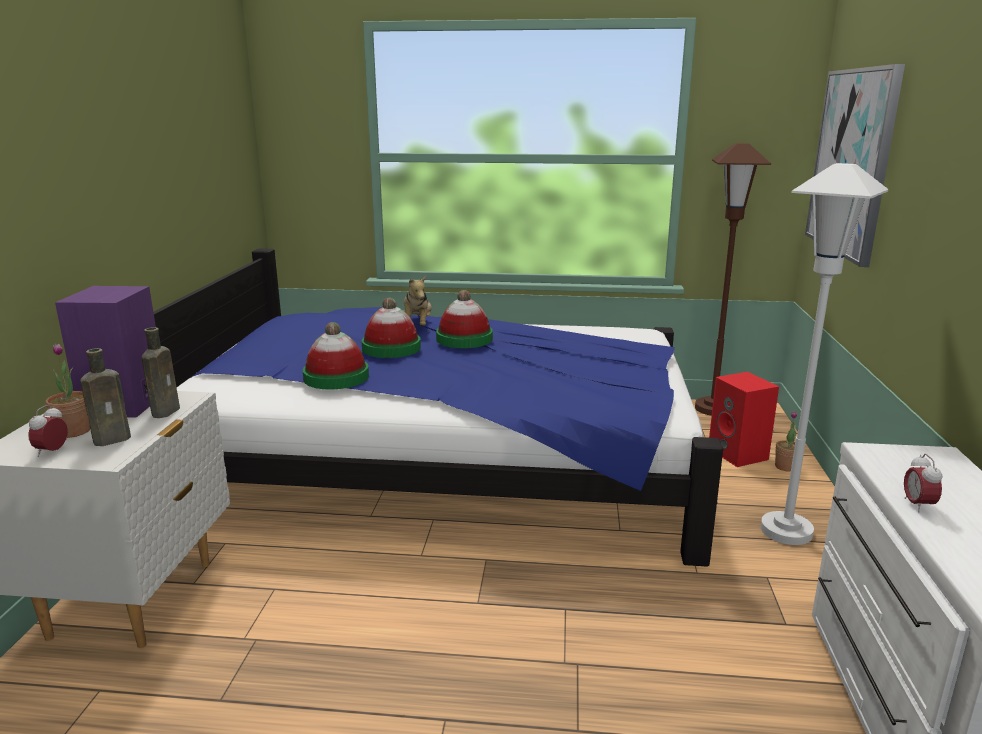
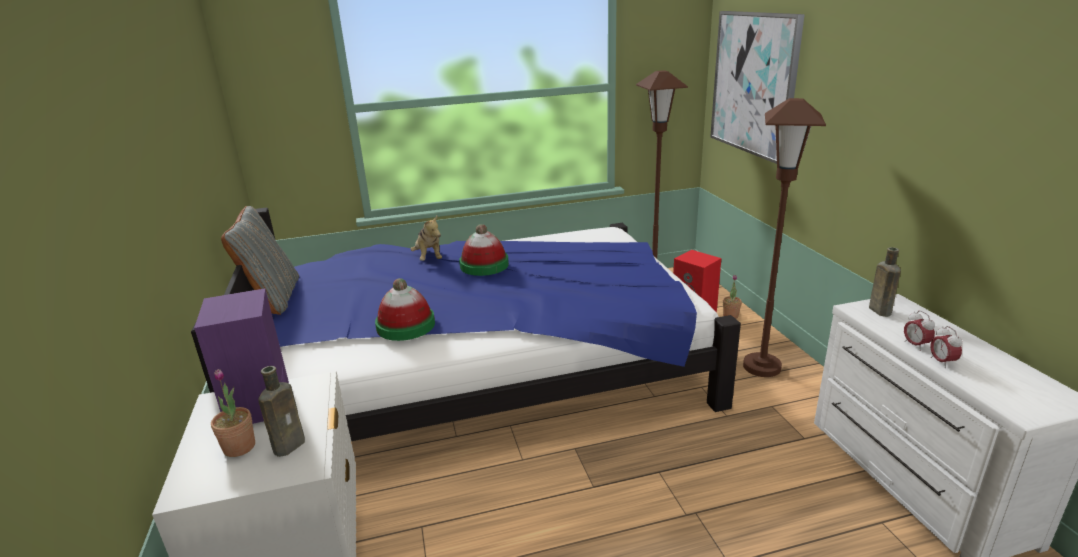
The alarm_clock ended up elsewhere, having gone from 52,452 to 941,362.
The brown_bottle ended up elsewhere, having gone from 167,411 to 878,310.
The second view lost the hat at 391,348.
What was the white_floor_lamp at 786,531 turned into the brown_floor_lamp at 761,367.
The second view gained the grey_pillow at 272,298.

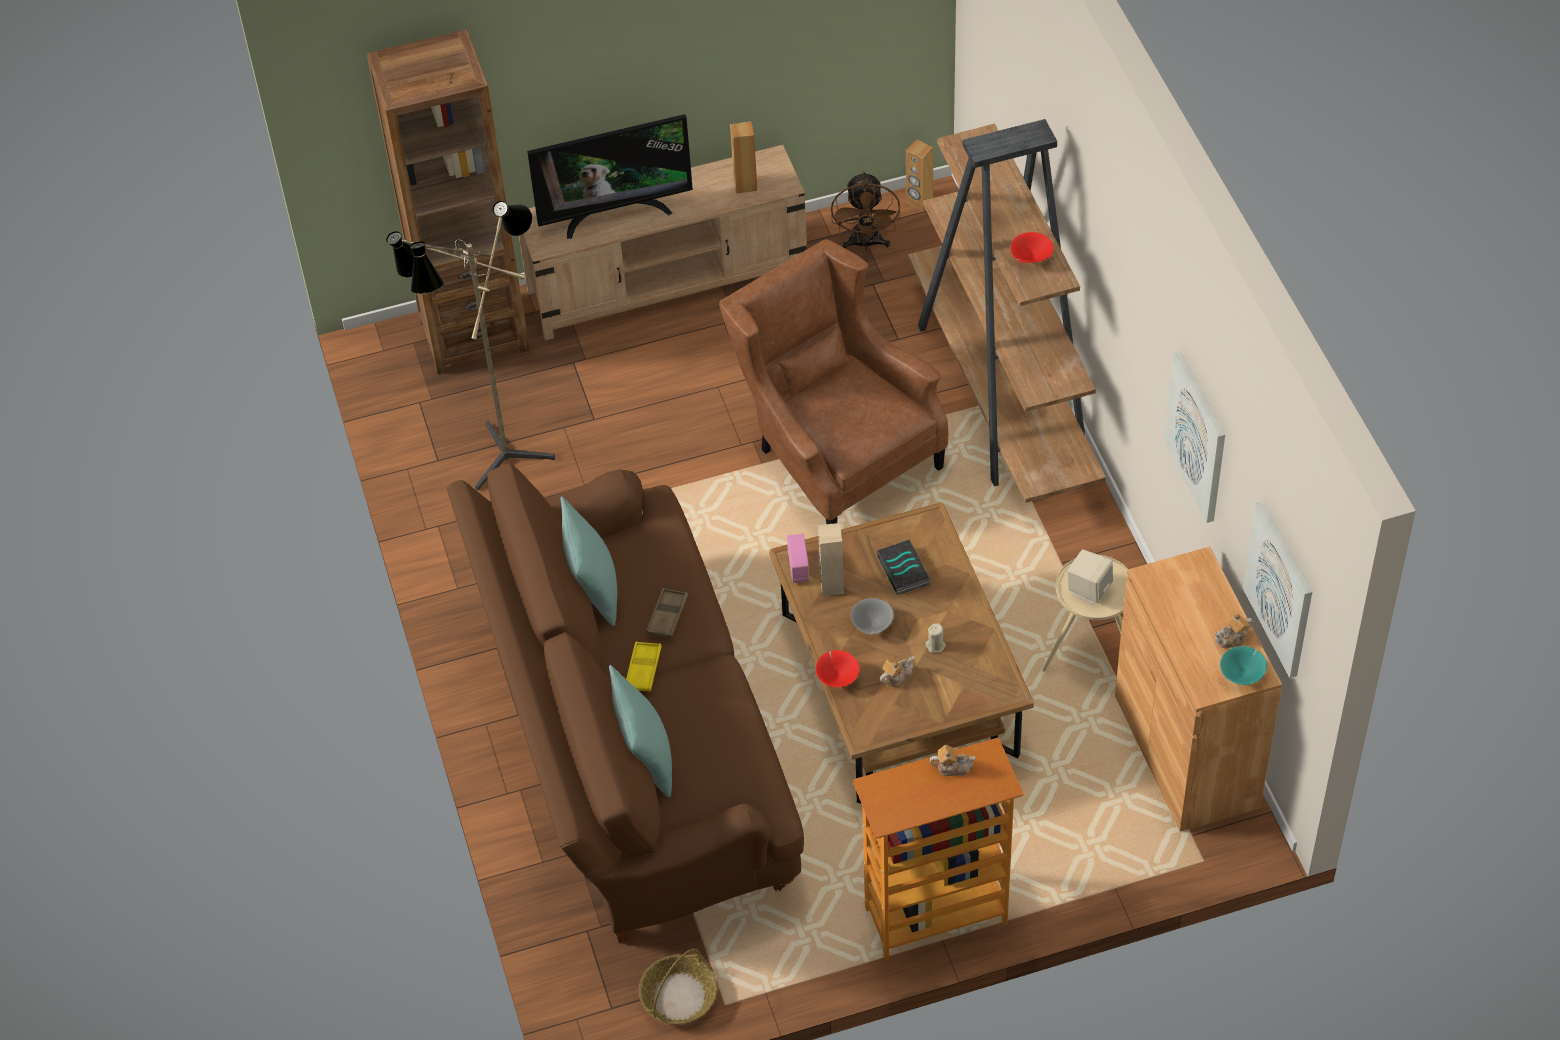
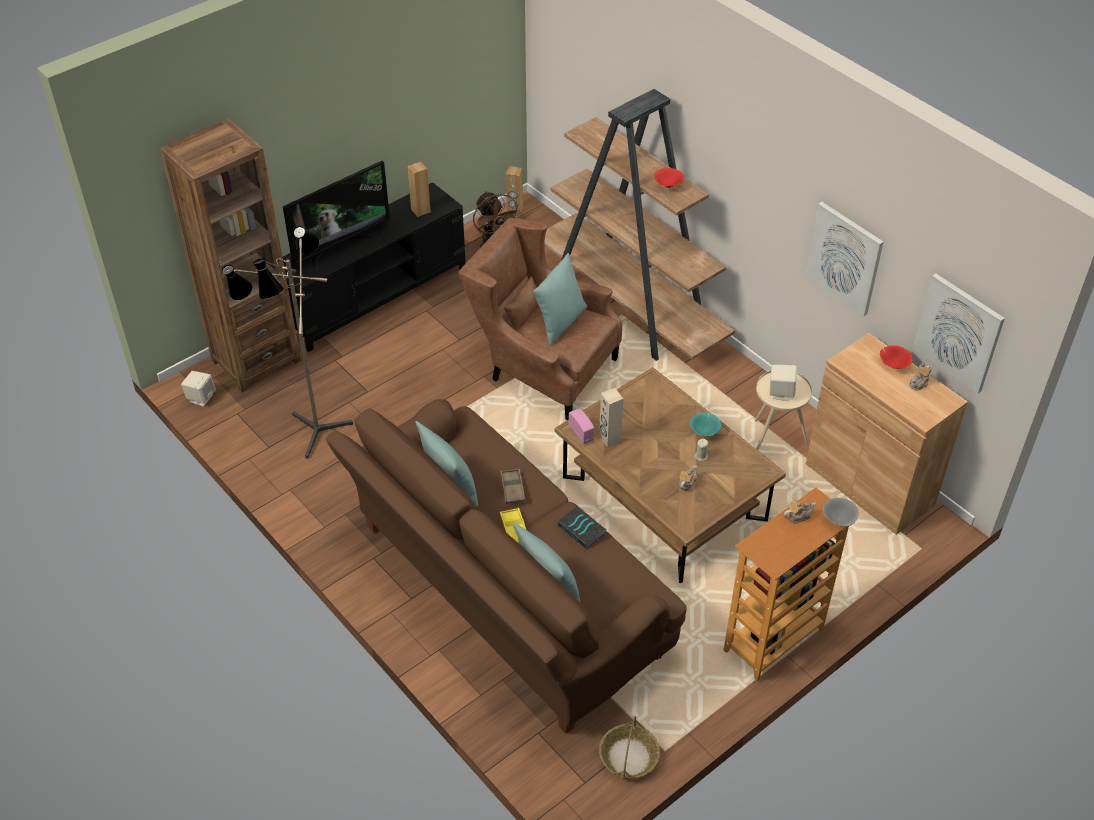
What was the beige_tv_stand at 668,282 turned into the black_tv_stand at 376,295.
The red_bowl ended up elsewhere, having gone from 837,677 to 893,365.
The grey_bowl ended up elsewhere, having gone from 872,626 to 839,520.
The book ended up elsewhere, having gone from 904,570 to 582,529.
The turquoise_bowl ended up elsewhere, having gone from 1242,674 to 705,431.
The second view gained the beige_speaker at 201,398.
The second view gained the turquoise_pillow at 560,323.

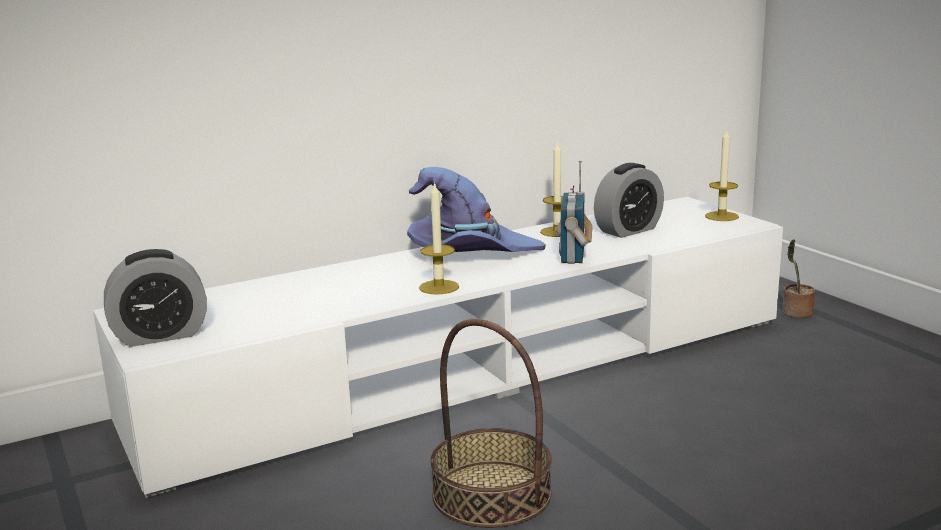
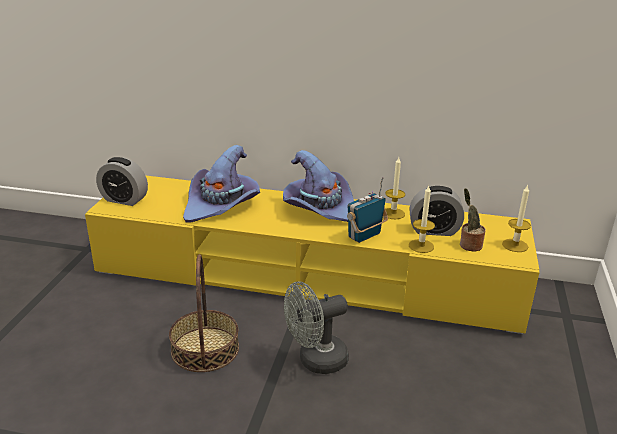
What was the white_tv_stand at 475,370 turned into the yellow_tv_stand at 308,277.
The candle ended up elsewhere, having gone from 439,287 to 421,246.
The potted_plant ended up elsewhere, having gone from 796,313 to 469,245.
The second view gained the purple_hat at 222,205.
The second view gained the grey_fan at 316,361.

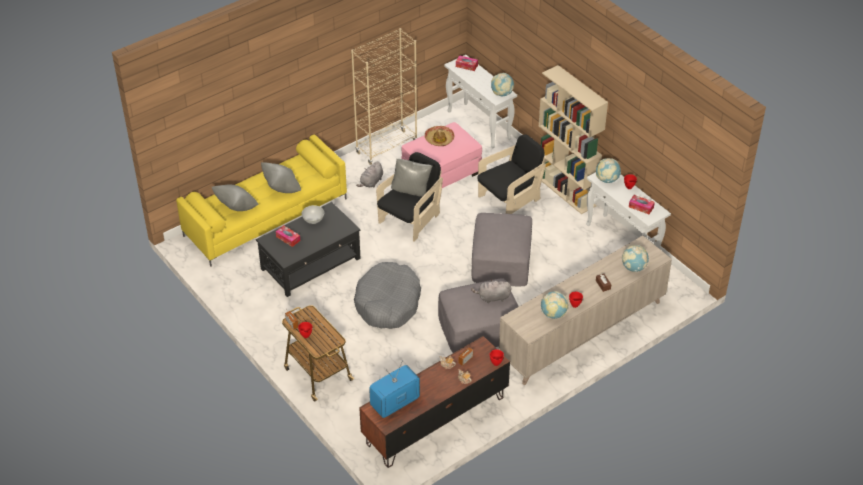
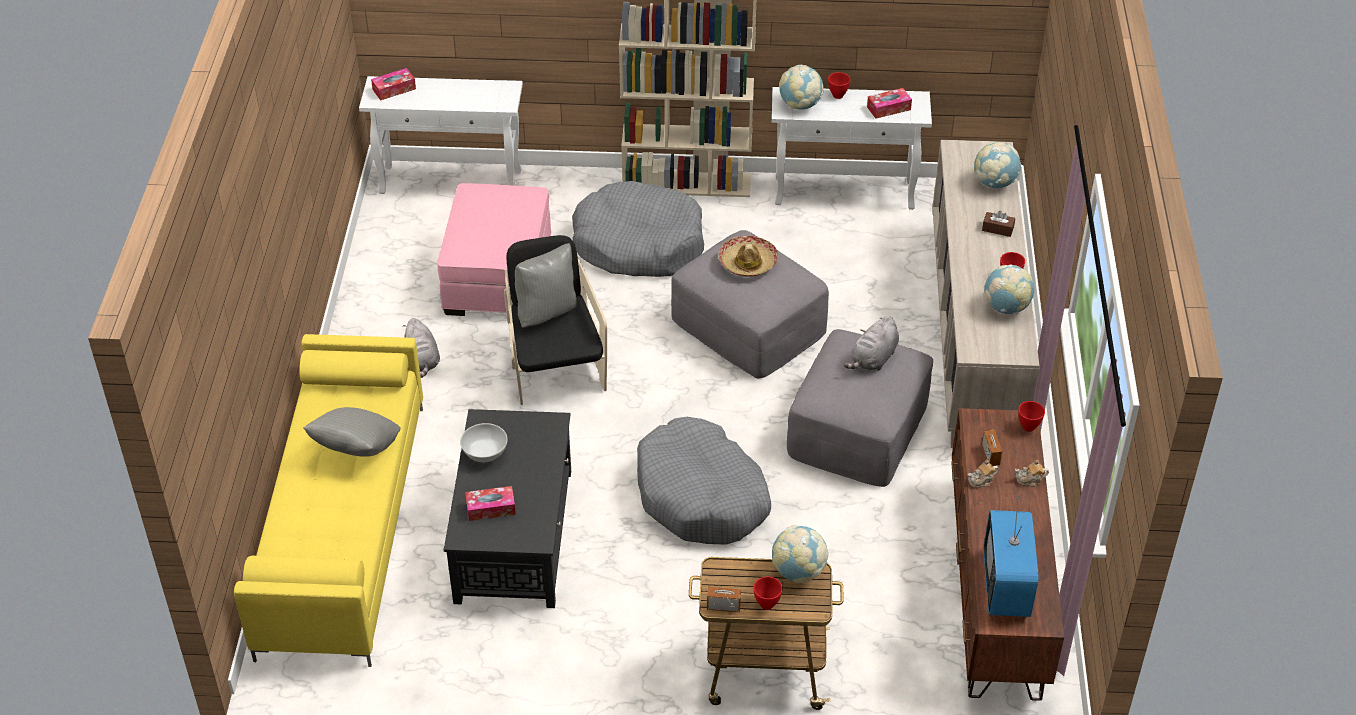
The second view lost the grey_pillow at 236,207.
The second view lost the beige_bookcase at 386,147.
The hat ended up elsewhere, having gone from 439,139 to 747,262.
Where the black_armchair stood at 509,199, the grey_dog_bed came to stand at 639,244.
The globe ended up elsewhere, having gone from 502,94 to 798,571.

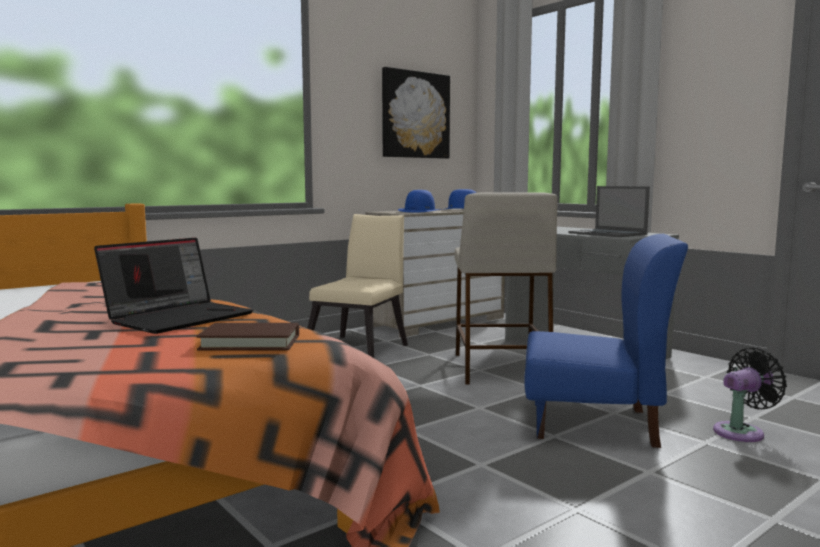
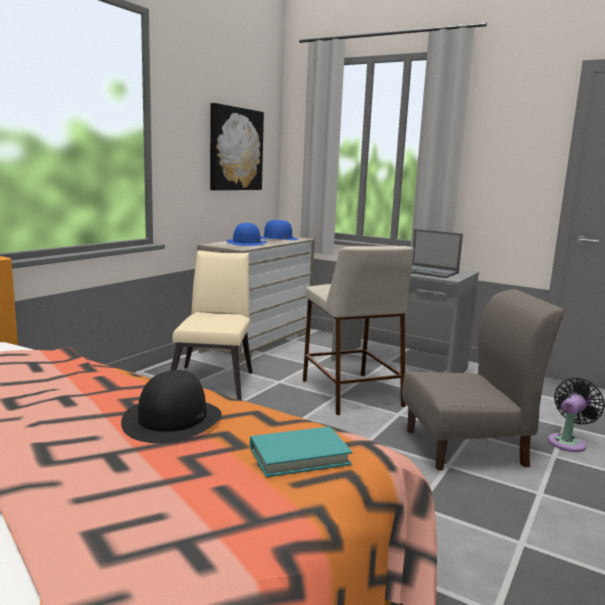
Where the laptop stood at 179,317, the black_hat came to stand at 172,419.
What was the brown_book at 250,342 turned into the turquoise_book at 299,456.
What was the blue_chair at 593,424 turned into the grey_chair at 466,448.

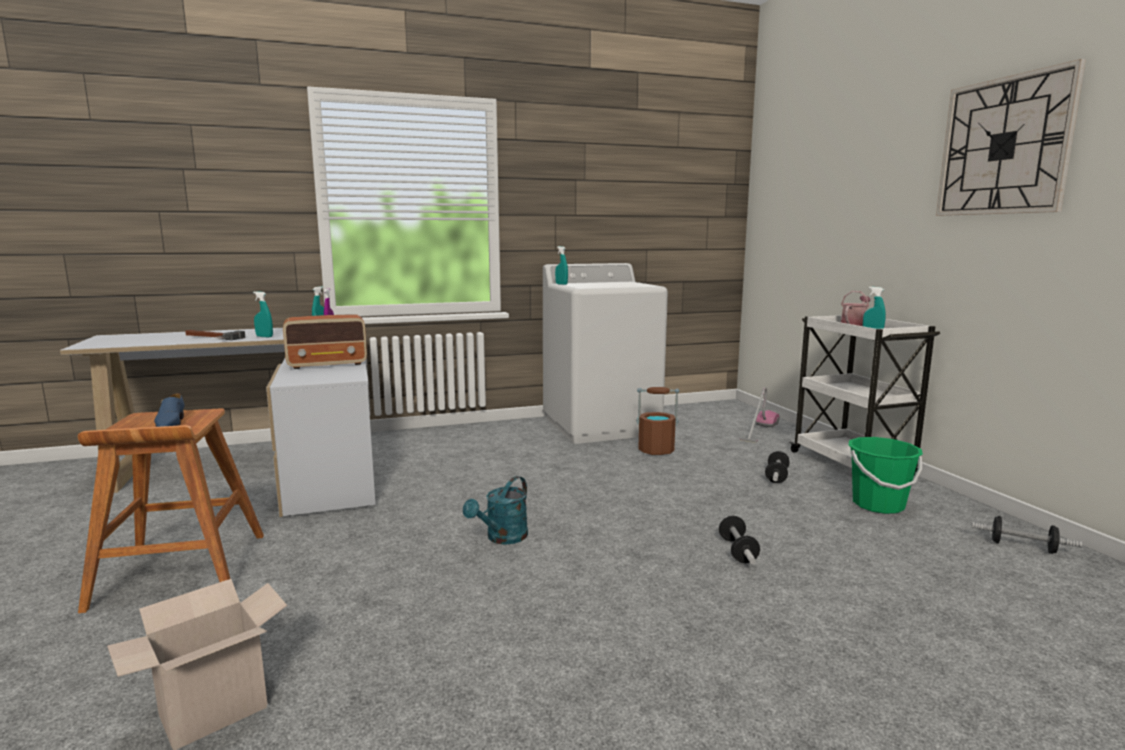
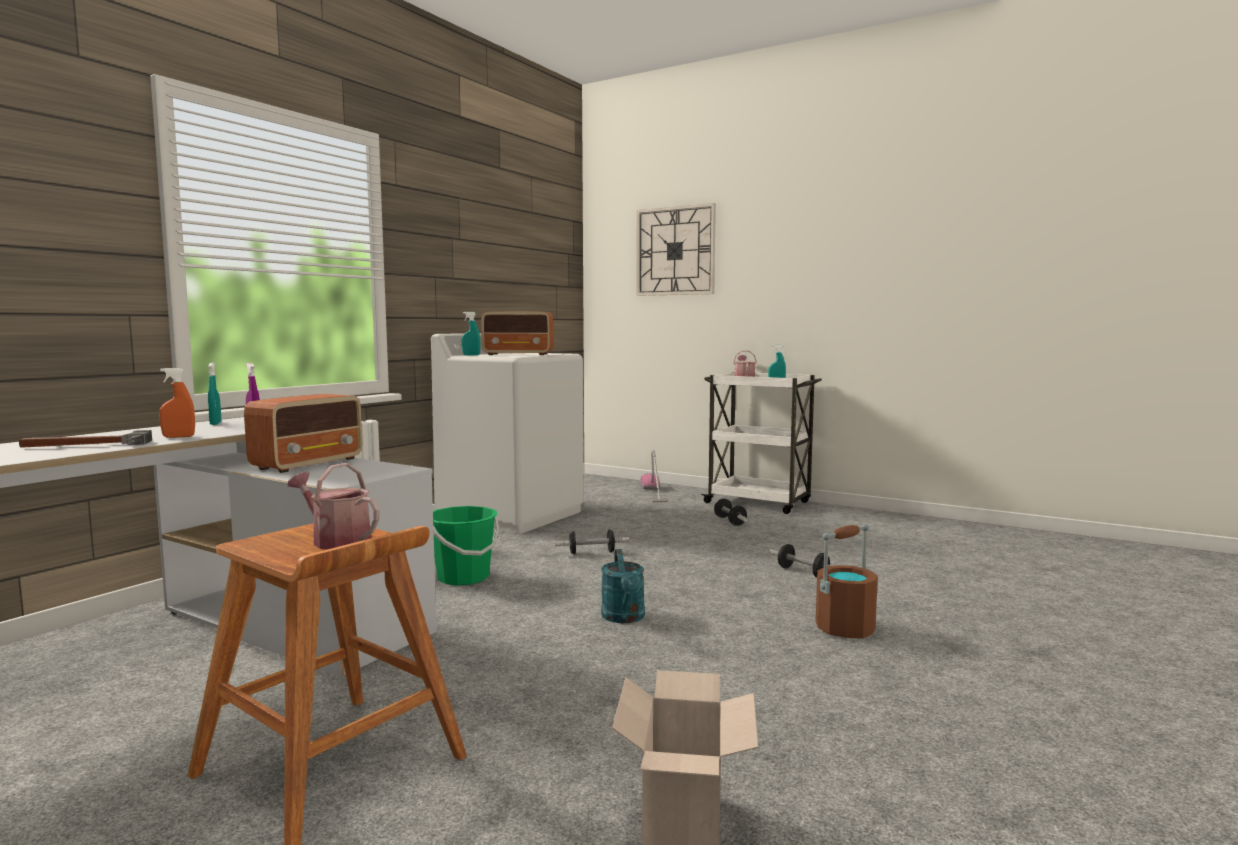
Where the blue_shoe stood at 170,424, the watering_can came to stand at 336,540.
What was the turquoise_spray_bottle at 264,337 turned into the orange_spray_bottle at 178,437.
The brown_bucket ended up elsewhere, having gone from 656,450 to 845,629.
The green_bucket ended up elsewhere, having gone from 878,504 to 463,577.
The wall_clock ended up elsewhere, having gone from 1004,146 to 675,251.
The dumbbell ended up elsewhere, having gone from 1022,547 to 591,552.
The second view gained the radio at 519,354.

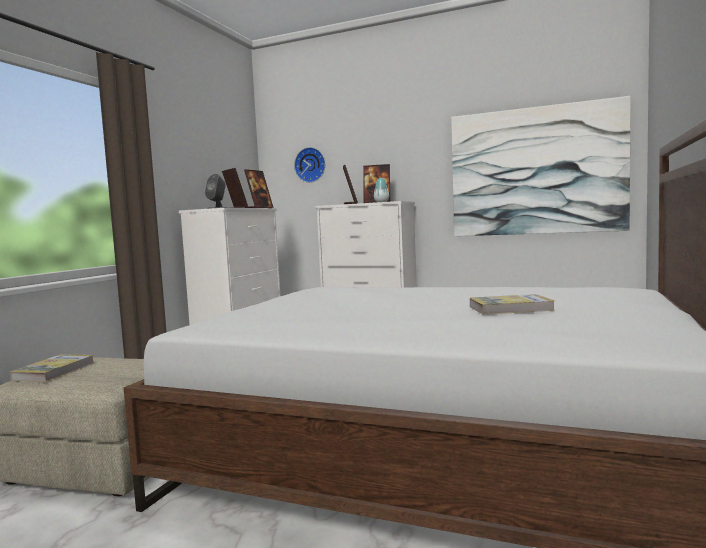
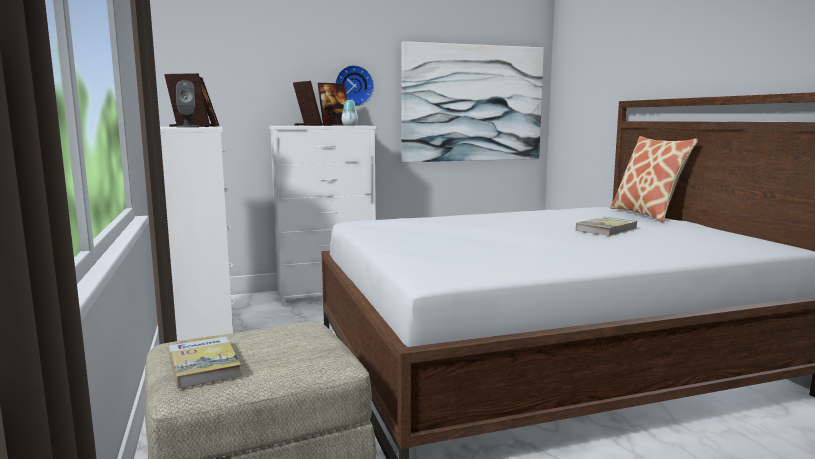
The wall_clock ended up elsewhere, having gone from 311,165 to 353,85.
The second view gained the pillow at 647,214.

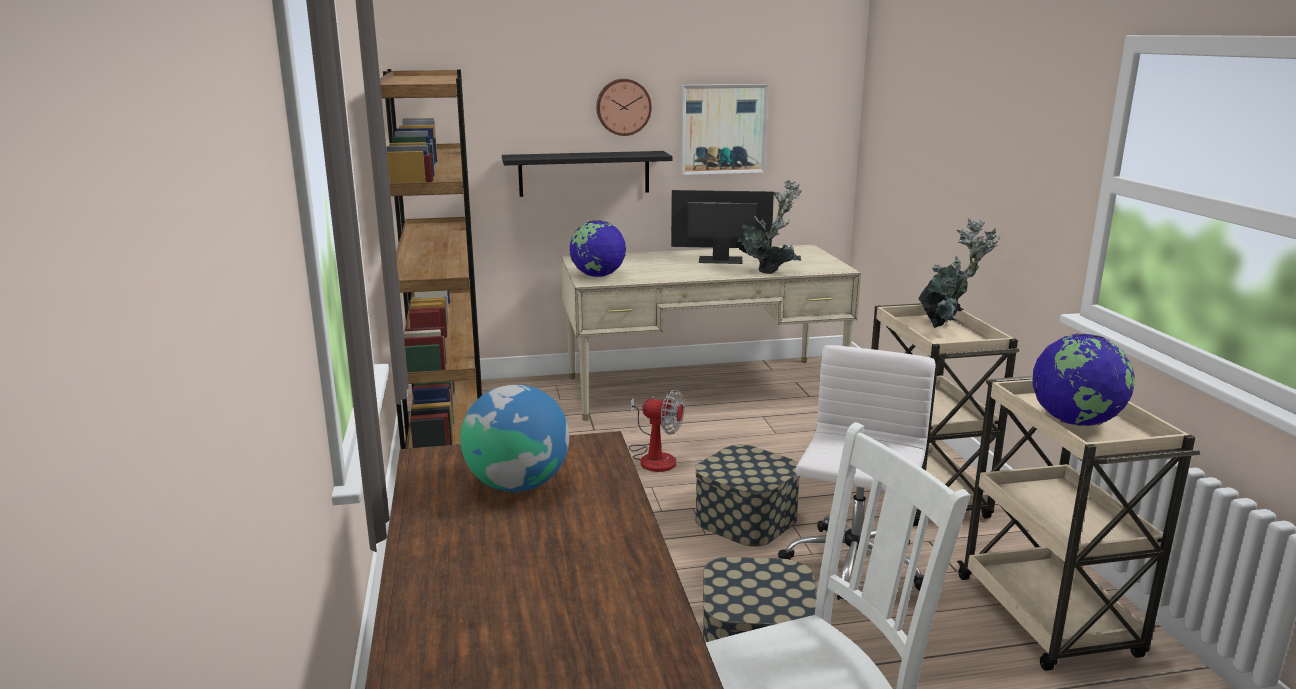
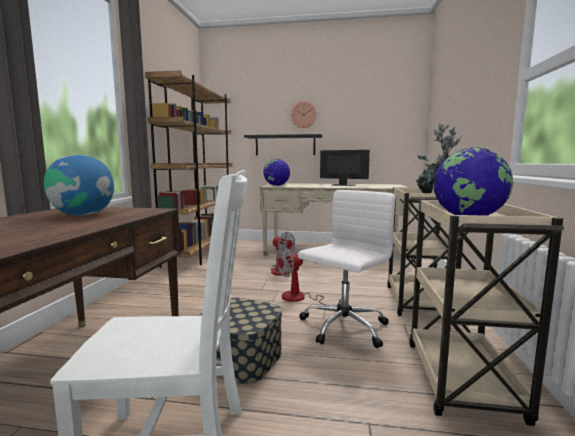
The second view lost the picture at 723,129.
Where the storage_box stood at 746,519, the fan came to stand at 301,298.
The second view lost the potted_plant at 769,271.

